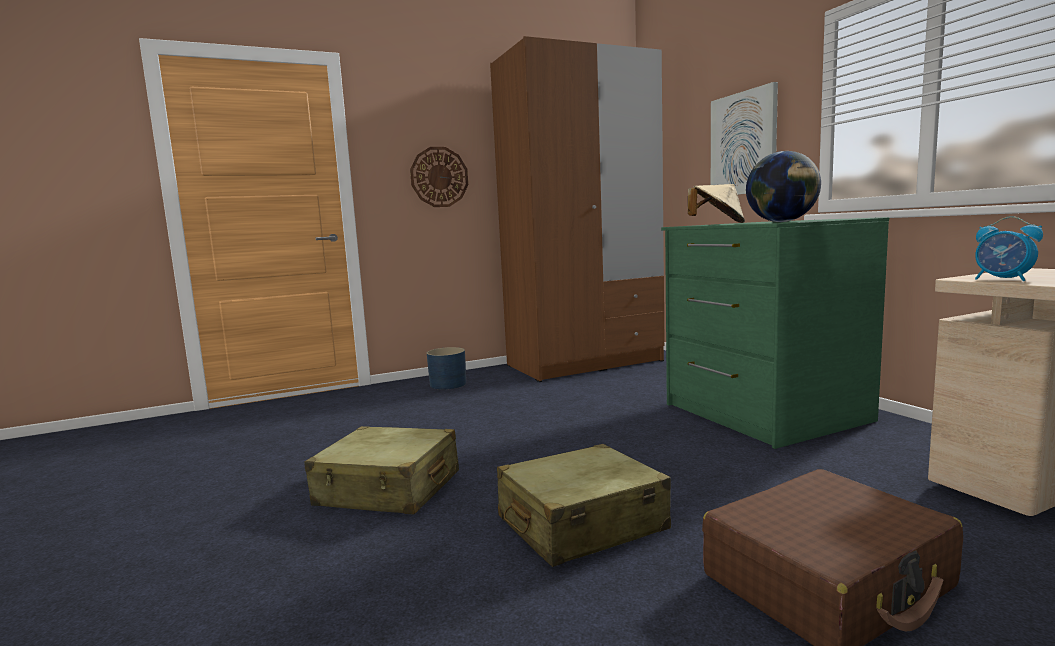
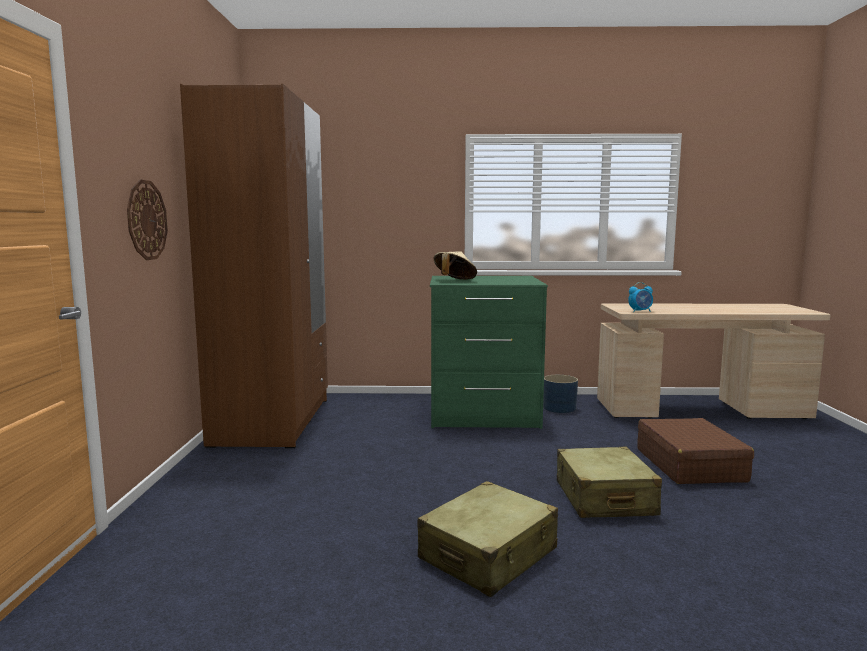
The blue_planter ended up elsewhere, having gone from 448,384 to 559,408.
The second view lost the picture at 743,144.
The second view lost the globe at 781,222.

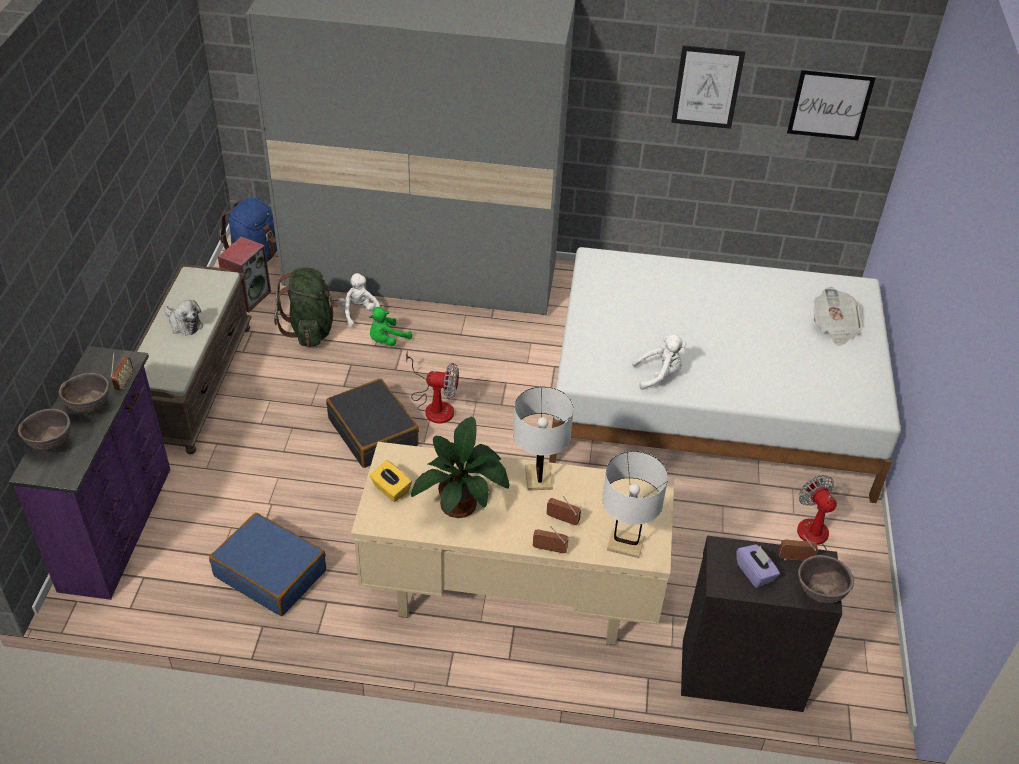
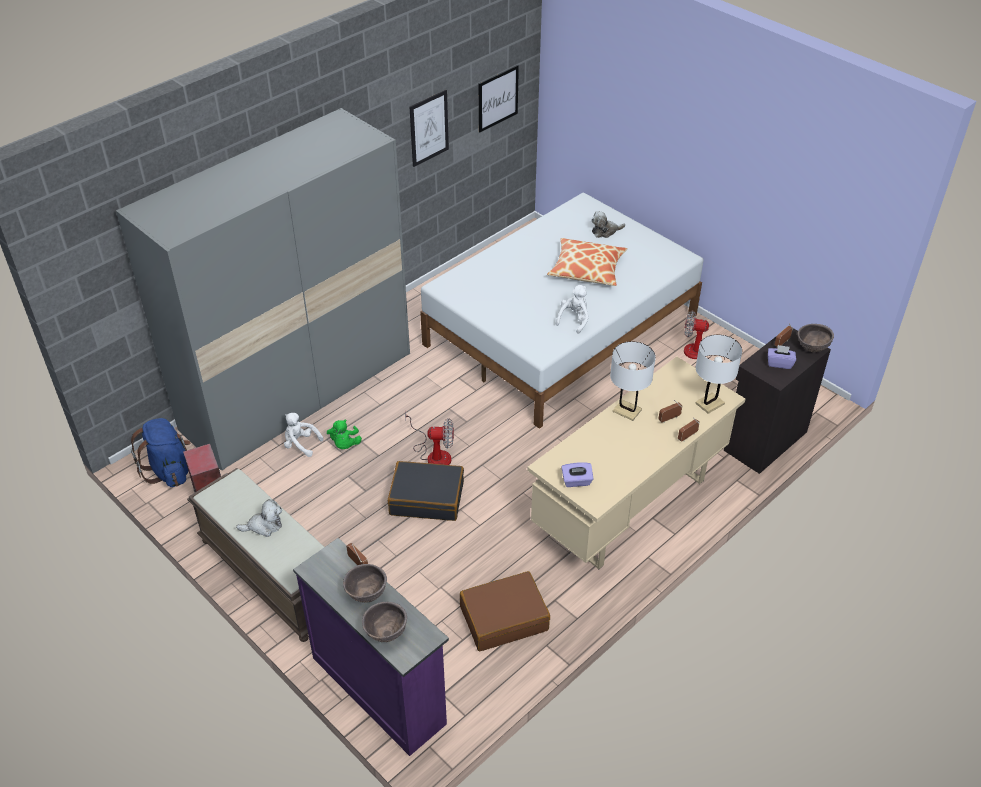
What was the blue_suitcase at 271,573 turned into the brown_suitcase at 504,618.
The second view lost the green_backpack at 311,329.
What was the yellow_tissue_box at 391,489 turned into the purple_tissue_box at 576,481.
The fan at 434,405 ended up facing another way, 45 degrees clockwise from before.
The second view lost the potted_plant at 461,502.
Where the newspaper stood at 834,327, the plush_toy came to stand at 605,231.
The second view gained the pillow at 587,269.

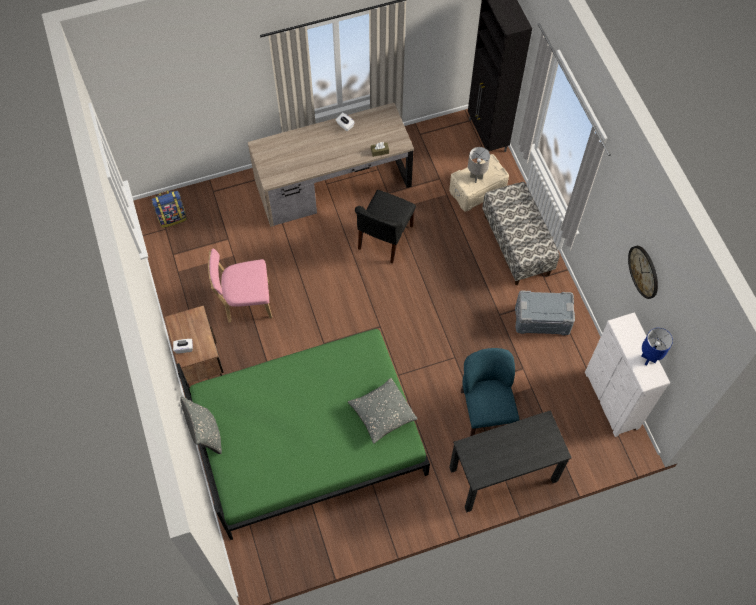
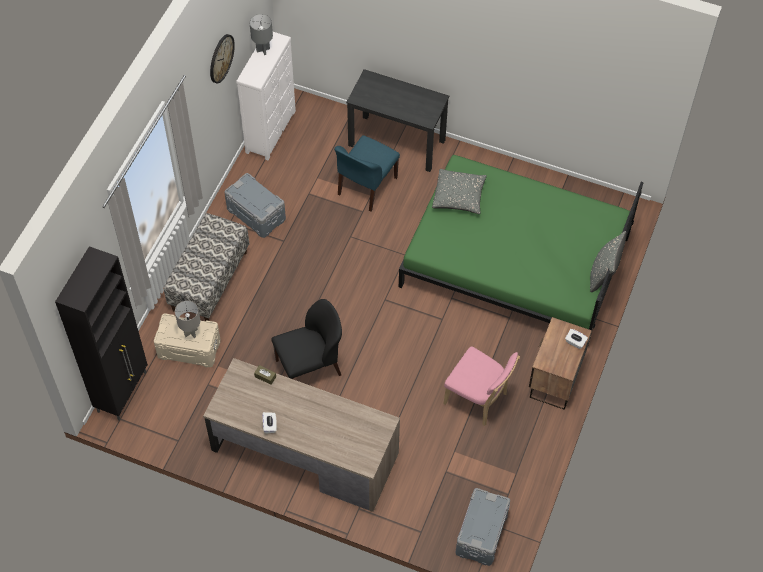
Where the backpack stood at 172,217, the grey_storage_box came to stand at 481,533.
What was the blue_table_lamp at 648,358 turned into the grey_table_lamp at 263,50.

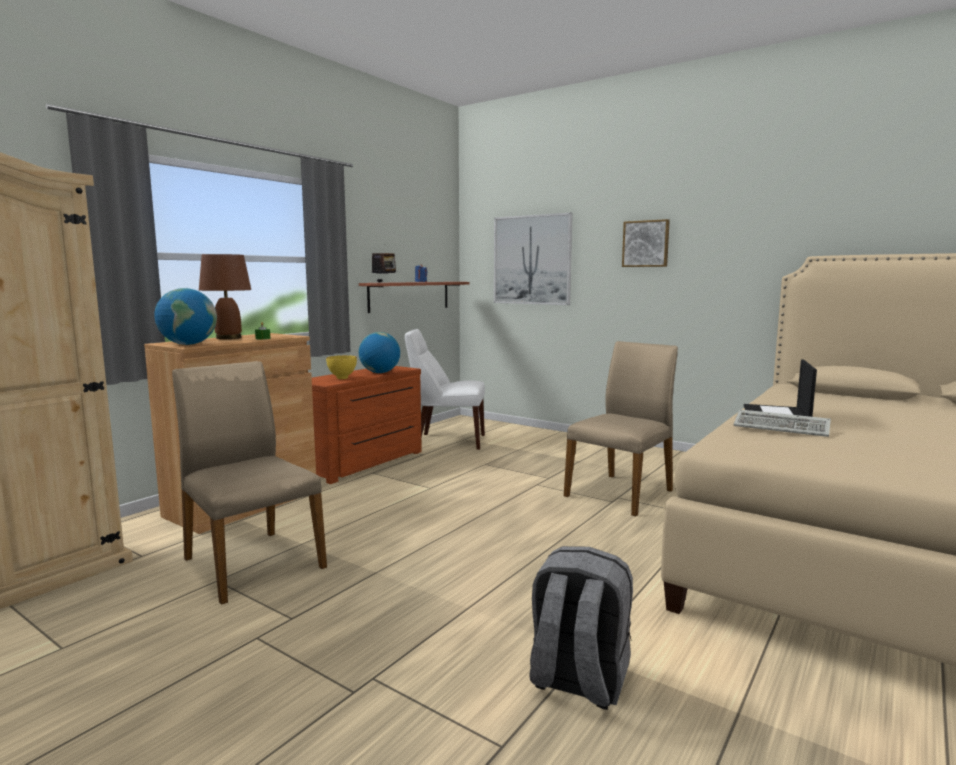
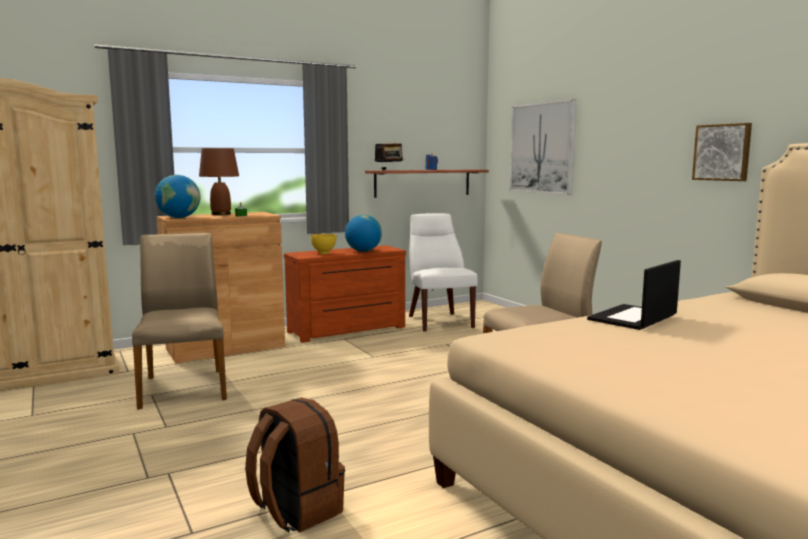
The white_chair at 447,441 ended up facing another way, 45 degrees clockwise from before.
What was the grey_backpack at 577,681 turned into the brown_backpack at 295,510.
The picture ended up elsewhere, having gone from 646,244 to 722,152.
The second view lost the keyboard at 783,427.

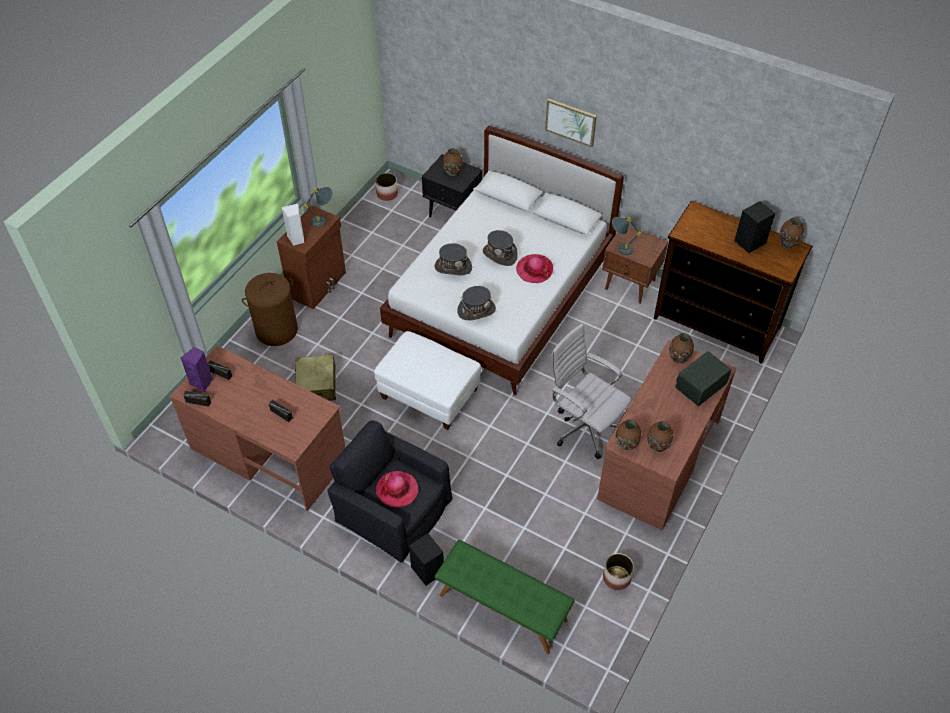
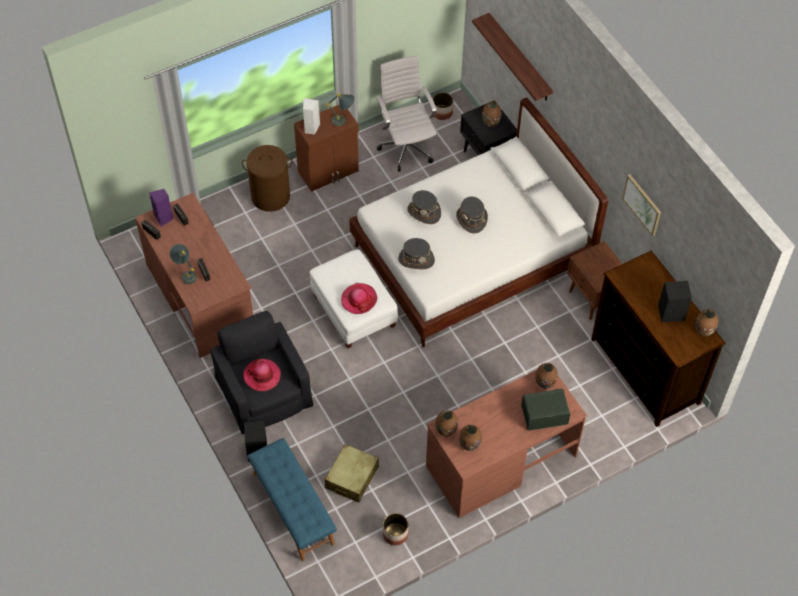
The beige_suitcase ended up elsewhere, having gone from 316,385 to 351,477.
What was the green_bench at 502,608 turned into the blue_bench at 292,508.
The hat ended up elsewhere, having gone from 534,270 to 359,299.
The picture ended up elsewhere, having gone from 571,122 to 642,204.
The white_office_chair ended up elsewhere, having gone from 584,427 to 406,146.
The grey_table_lamp ended up elsewhere, having gone from 620,248 to 185,274.
The second view gained the shelf at 519,58.

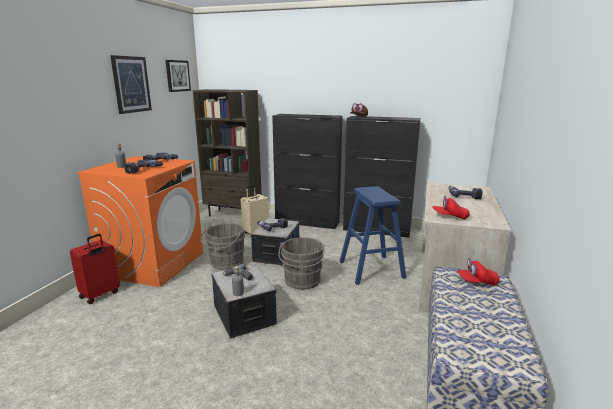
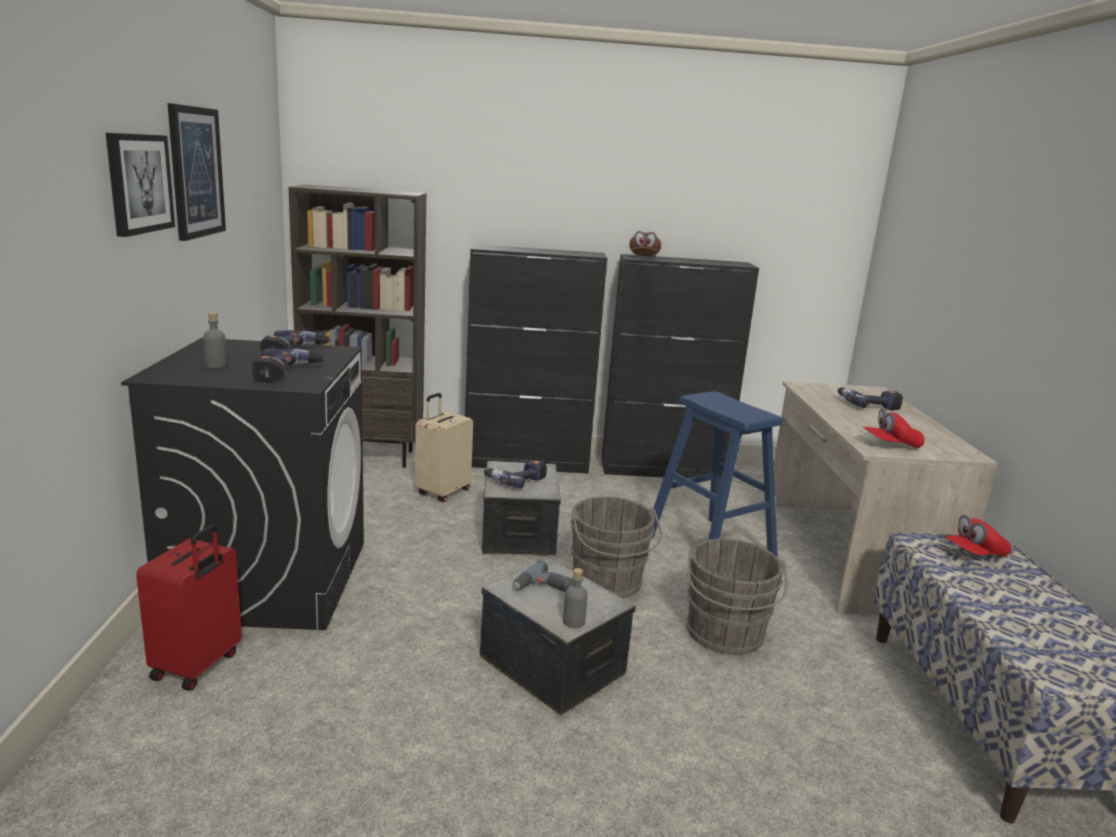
What was the orange_washing_machine at 154,263 turned into the black_washing_machine at 269,579.
The picture ended up elsewhere, having gone from 177,76 to 138,183.
The grey_bucket ended up elsewhere, having gone from 225,263 to 725,636.

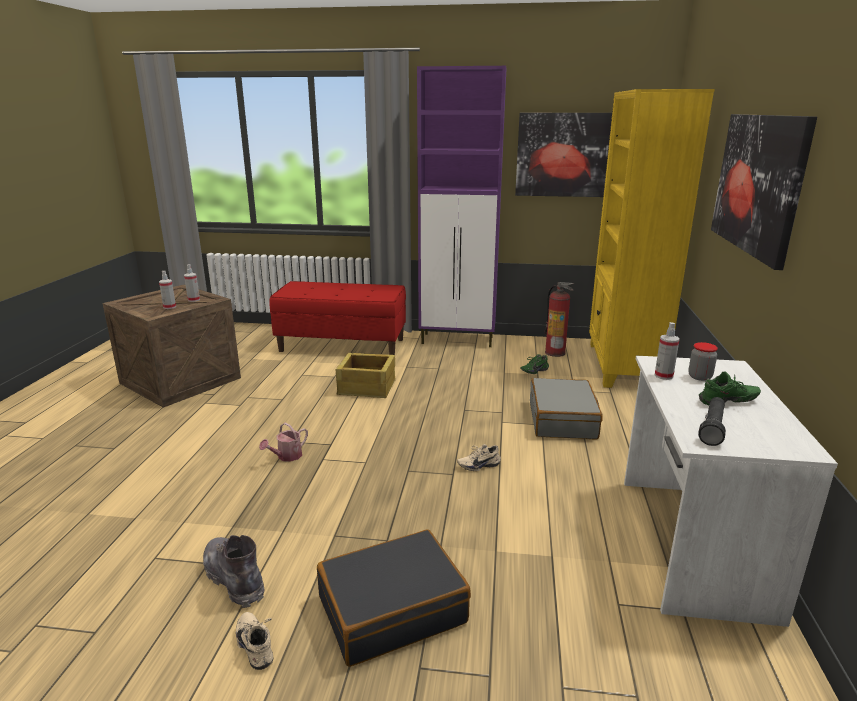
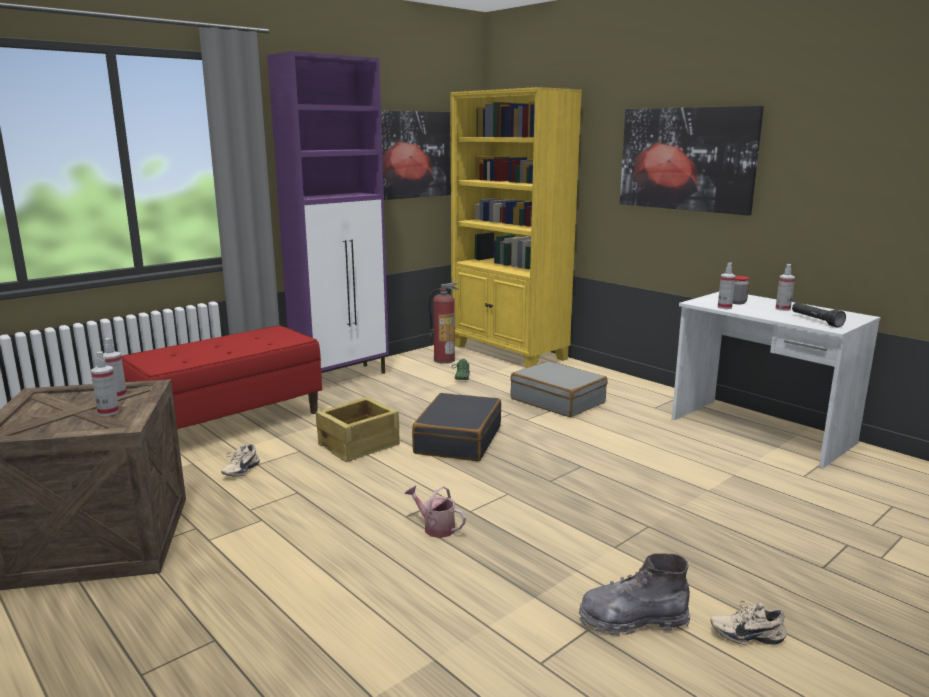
The watering_can at 287,456 ended up facing another way, 135 degrees clockwise from before.
The black_suitcase ended up elsewhere, having gone from 392,609 to 457,440.
The beige_shoe ended up elsewhere, having gone from 478,465 to 240,470.
Where the green_shoe stood at 728,402, the spray_bottle came to stand at 782,309.

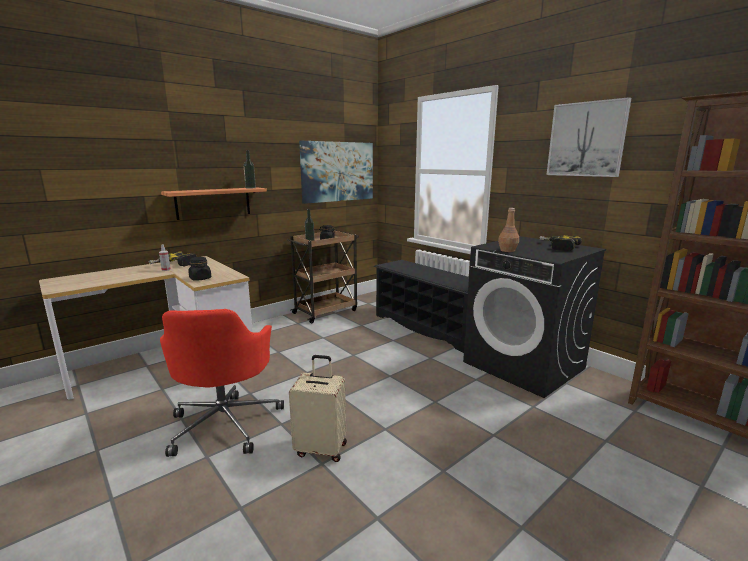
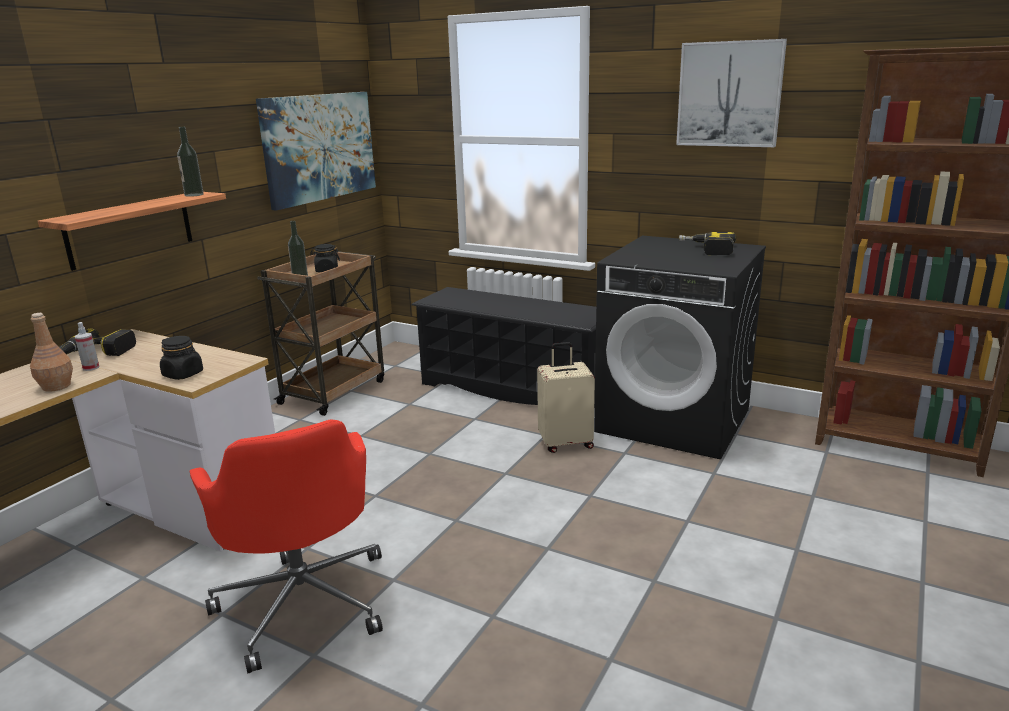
The beige_suitcase ended up elsewhere, having gone from 321,448 to 565,443.
The brown_bottle ended up elsewhere, having gone from 507,250 to 56,386.

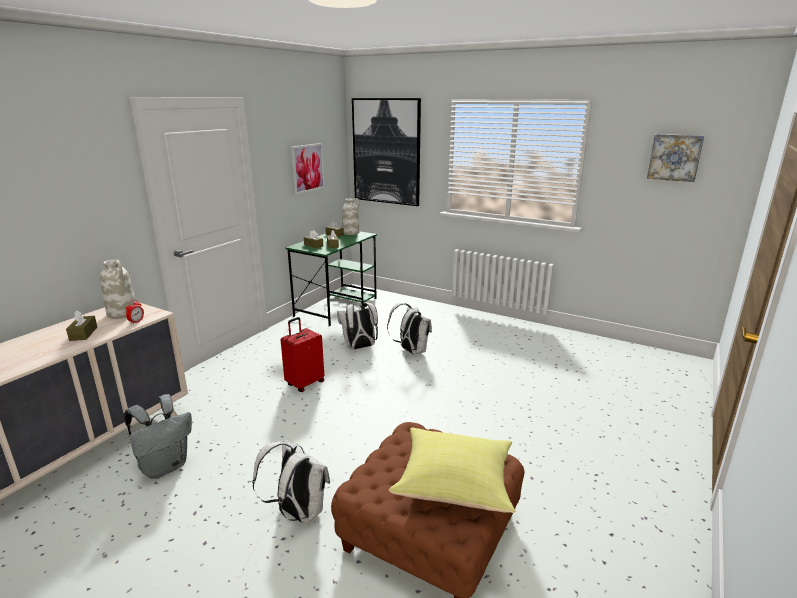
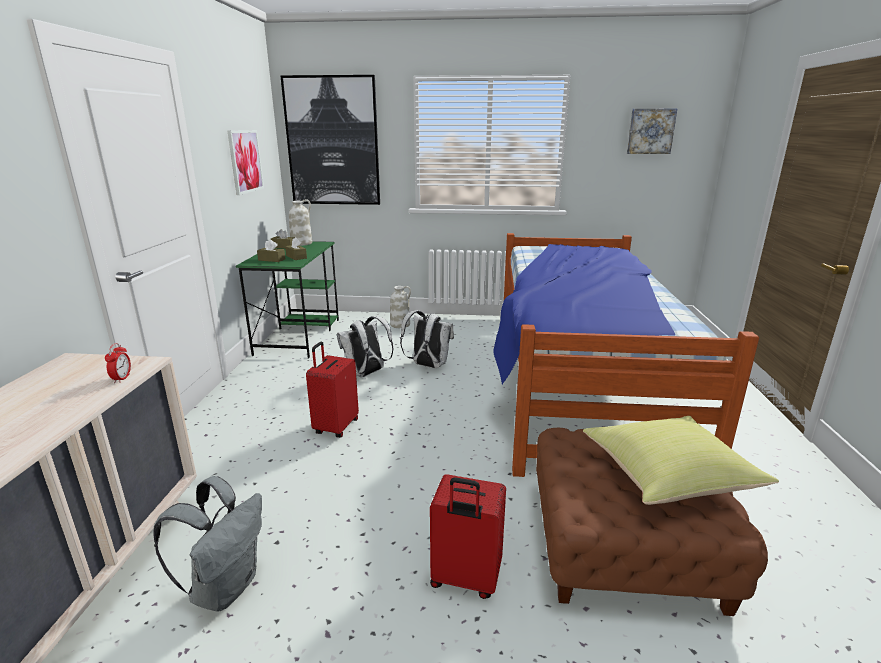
The second view lost the brown_tissue_box at 83,334.
The white_vase ended up elsewhere, having gone from 123,313 to 400,324.
Where the white_backpack stood at 297,512, the red_suitcase came to stand at 465,579.
The second view gained the bed at 577,380.

